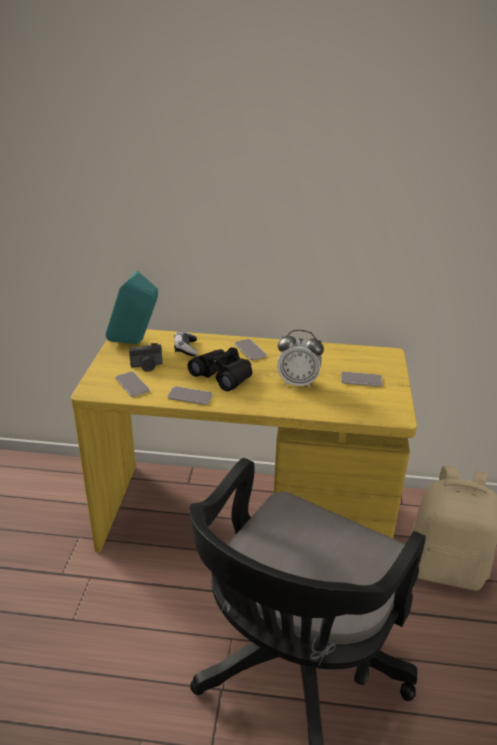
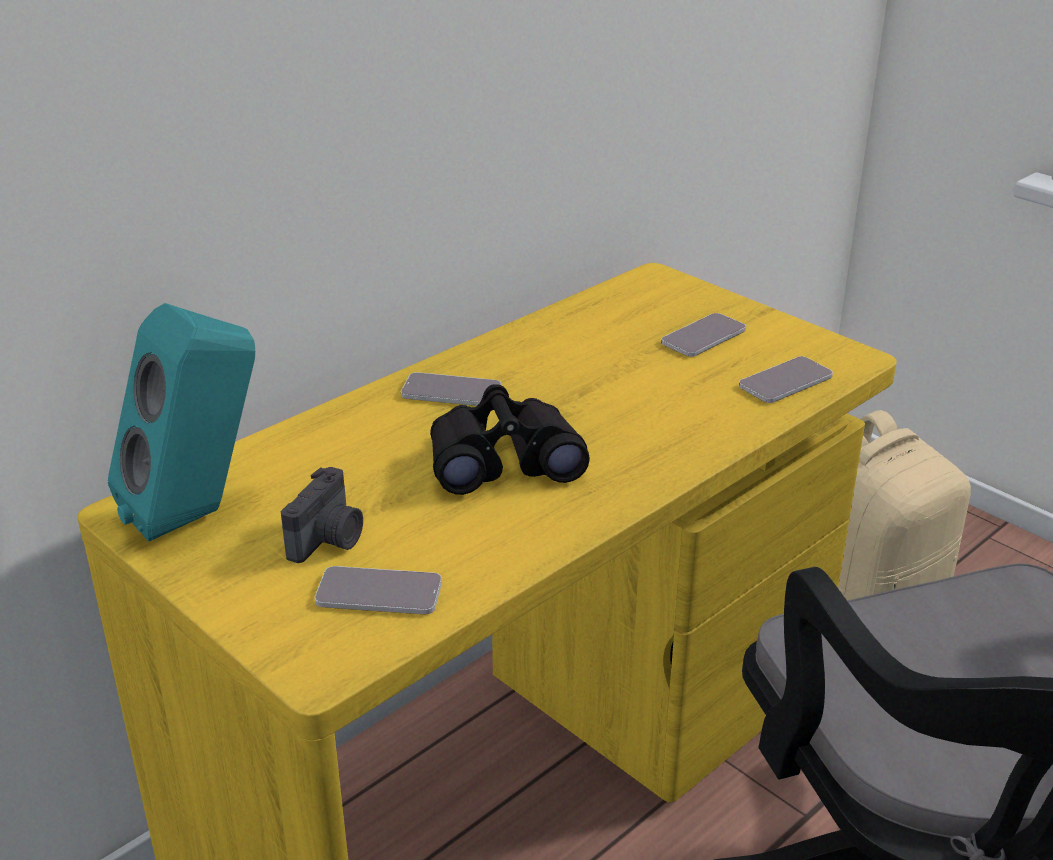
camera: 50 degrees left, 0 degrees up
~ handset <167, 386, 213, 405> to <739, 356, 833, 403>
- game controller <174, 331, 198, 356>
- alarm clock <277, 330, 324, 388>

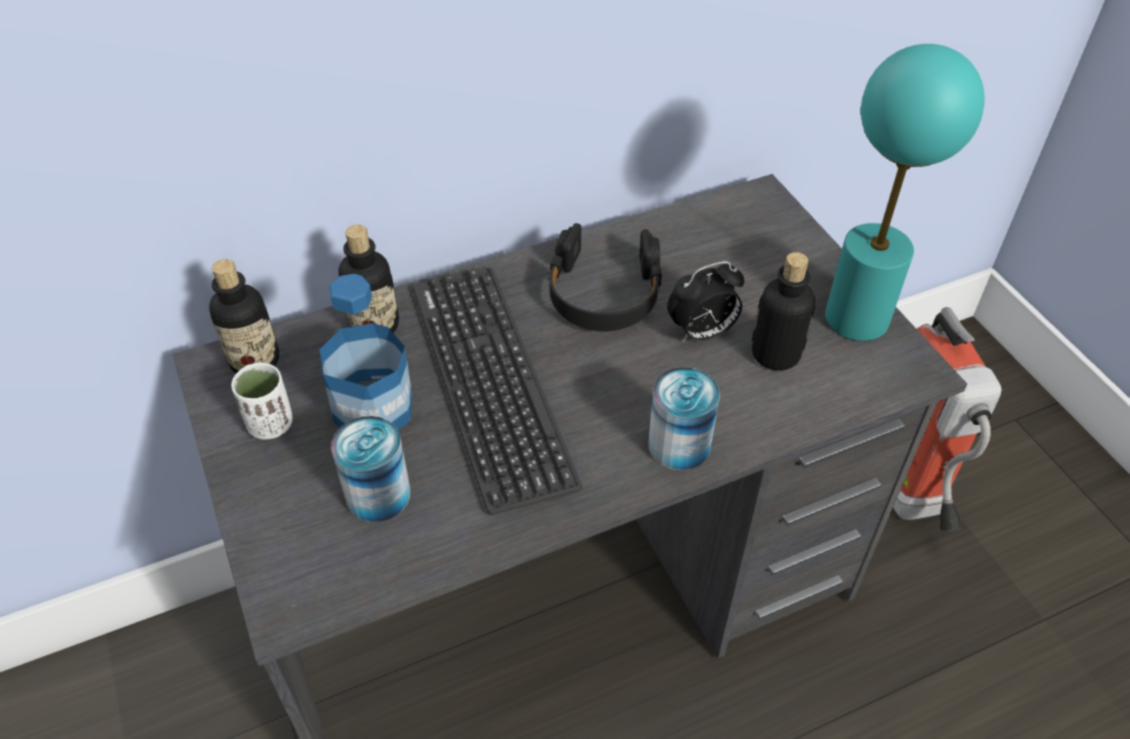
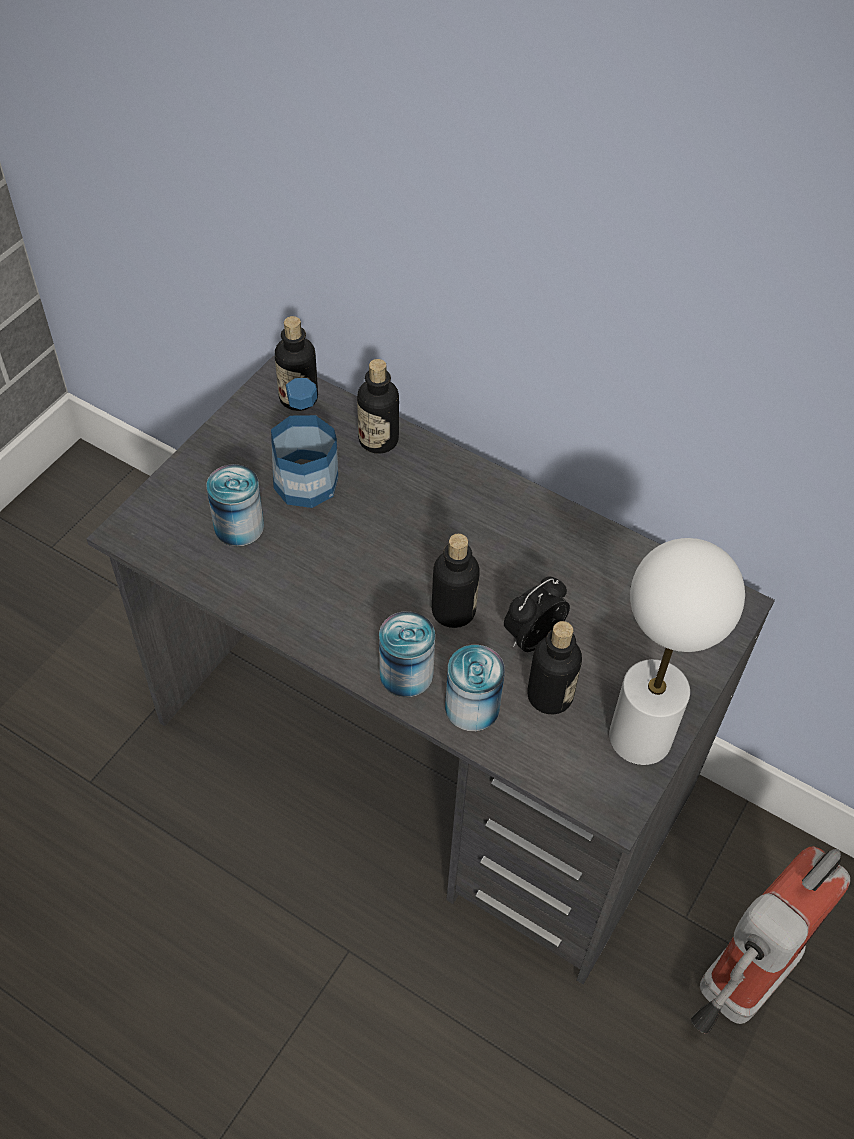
camera: 55 degrees right, 5 degrees up
- whitish small cup <231, 363, 293, 440>
- keyboard <413, 267, 582, 515>
- blackish headphones <548, 223, 662, 332>
~ alarm clock <667, 261, 745, 342> = <504, 577, 570, 652> 105 degrees clockwise
~ turquoise lamp for a table <825, 44, 985, 341> to whitish lamp for a table <609, 538, 745, 765>
+ beverage bottle <432, 534, 480, 628>
+ metal can <445, 645, 505, 731>

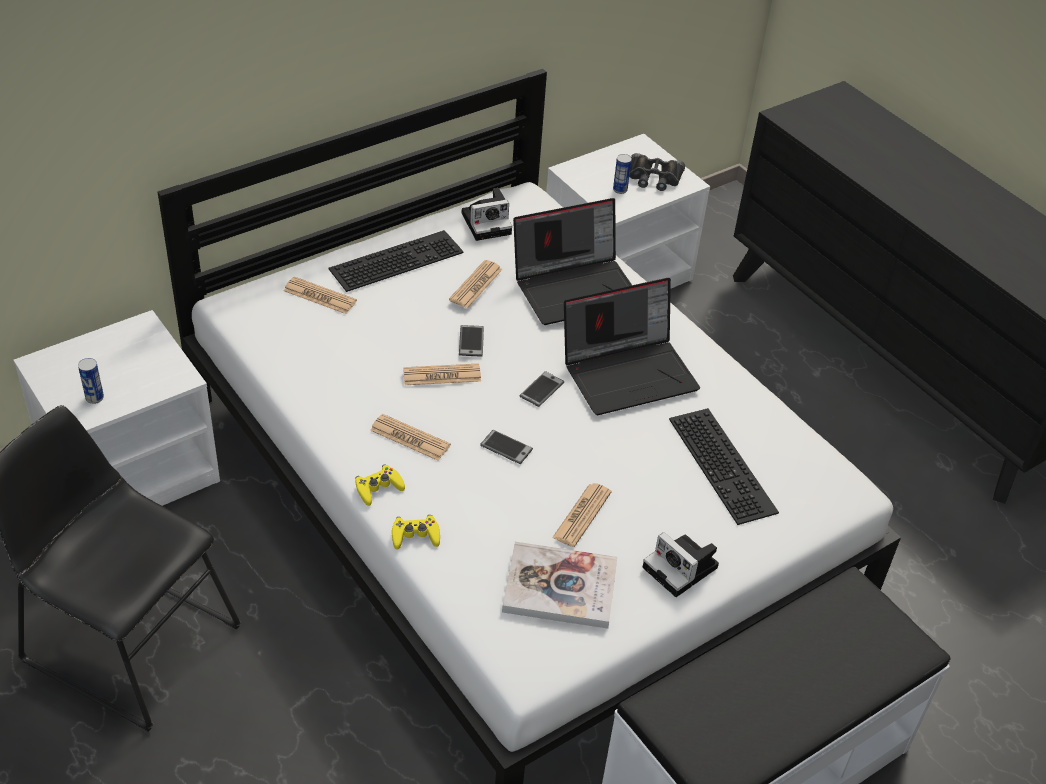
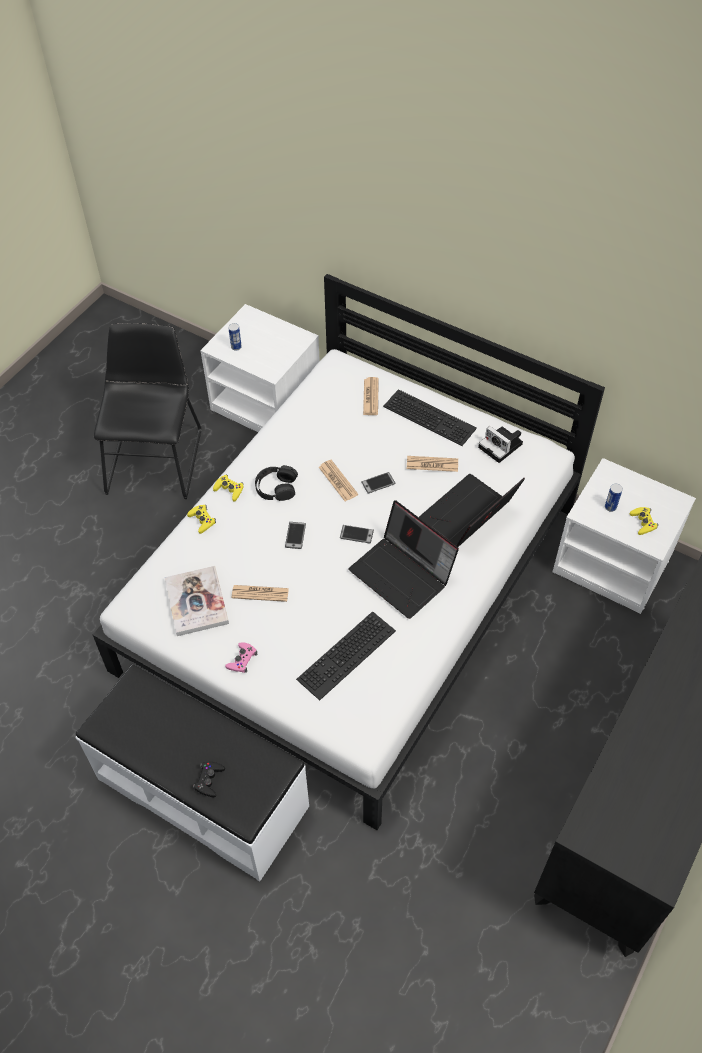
camera: 70 degrees right, 10 degrees up
~ daily paper <370, 414, 451, 461> to blackish headphones <255, 465, 298, 501>
~ portable computer <513, 198, 632, 325> = <419, 474, 525, 547> 90 degrees clockwise
~ blackish binoculars <629, 153, 685, 191> to yellow-coloured game controller <629, 507, 658, 535>
~ still camera <643, 532, 719, 597> to pink-coloured game controller <225, 642, 257, 673>
+ blackish game controller <193, 762, 225, 797>

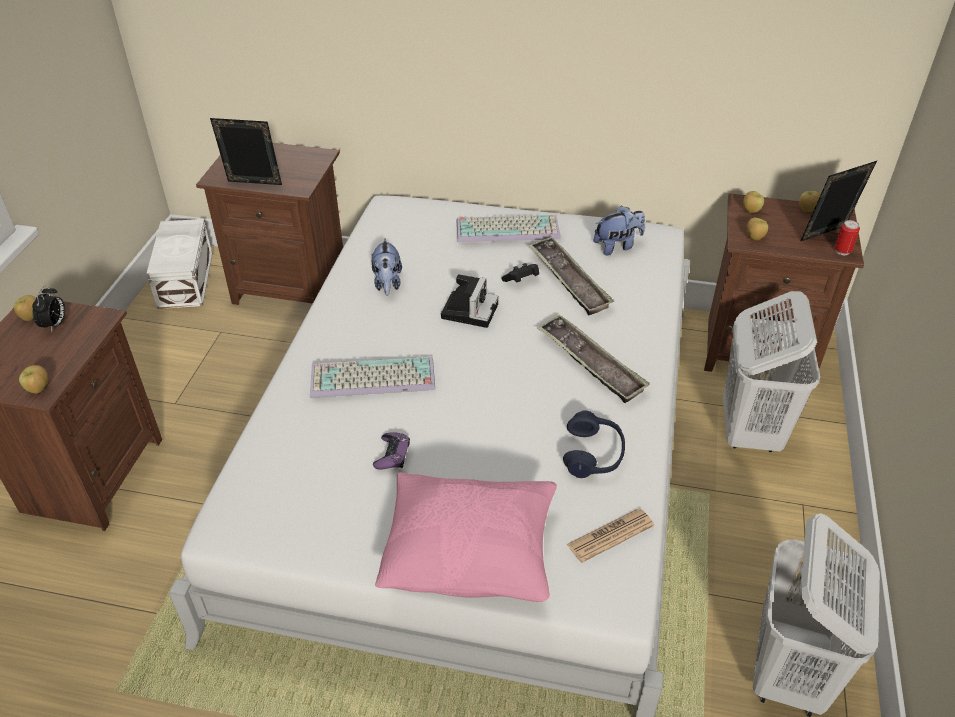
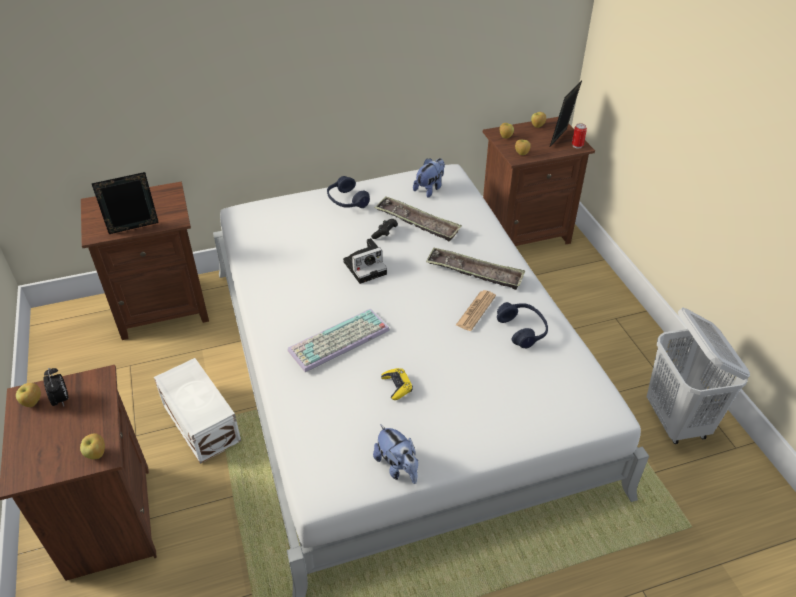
camera: 30 degrees left, 0 degrees up
~ whitish storage container <146, 219, 213, 309> to <154, 358, 241, 464>
~ cuddly toy <372, 238, 402, 296> to <373, 424, 418, 484>
~ purple game controller <373, 432, 410, 470> to yellow-coloured game controller <381, 368, 413, 400>
- pink-coloured pillow <375, 472, 557, 602>
~ still camera <441, 274, 498, 328> = <343, 238, 387, 284> 75 degrees clockwise
~ keyboard <457, 215, 561, 242> to blue headphones <327, 176, 370, 208>
~ daily paper <567, 509, 654, 563> to <456, 290, 496, 331>
- whitish laundry basket <723, 291, 820, 452>

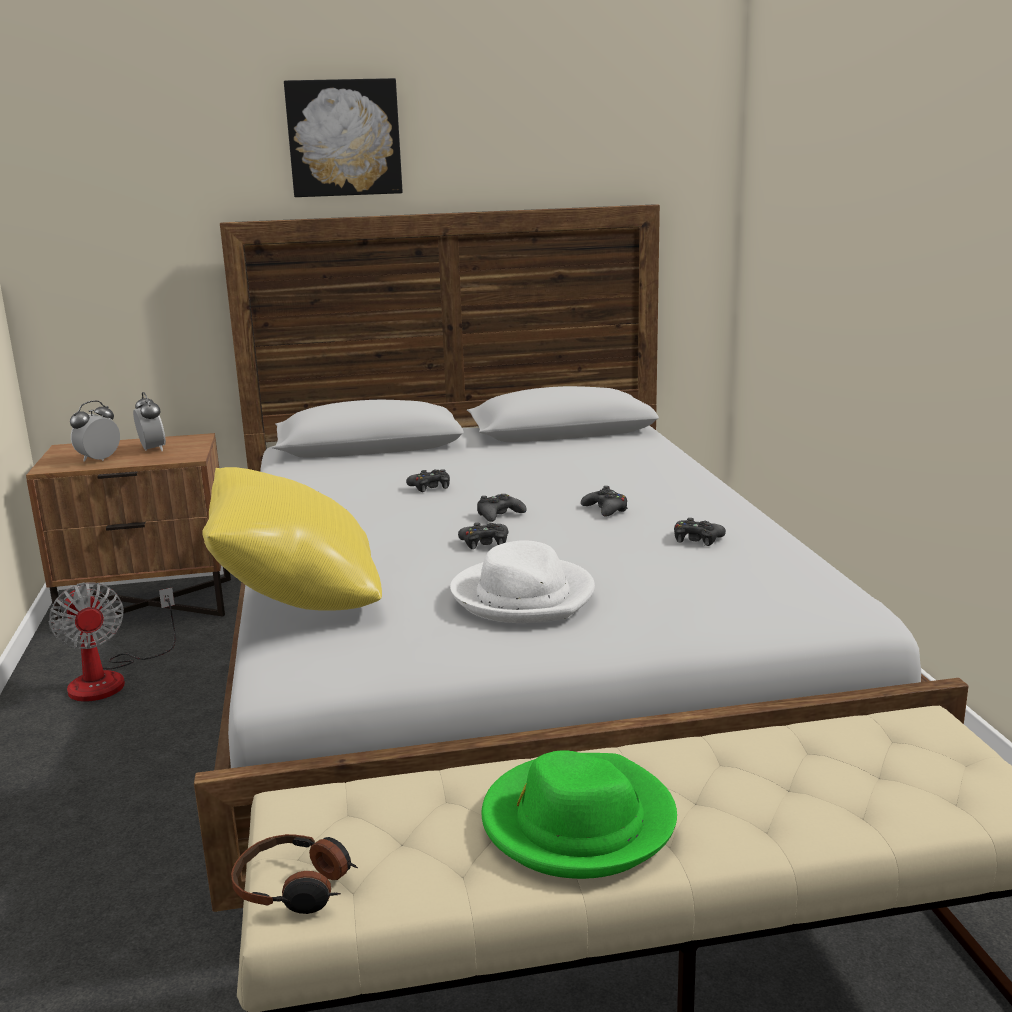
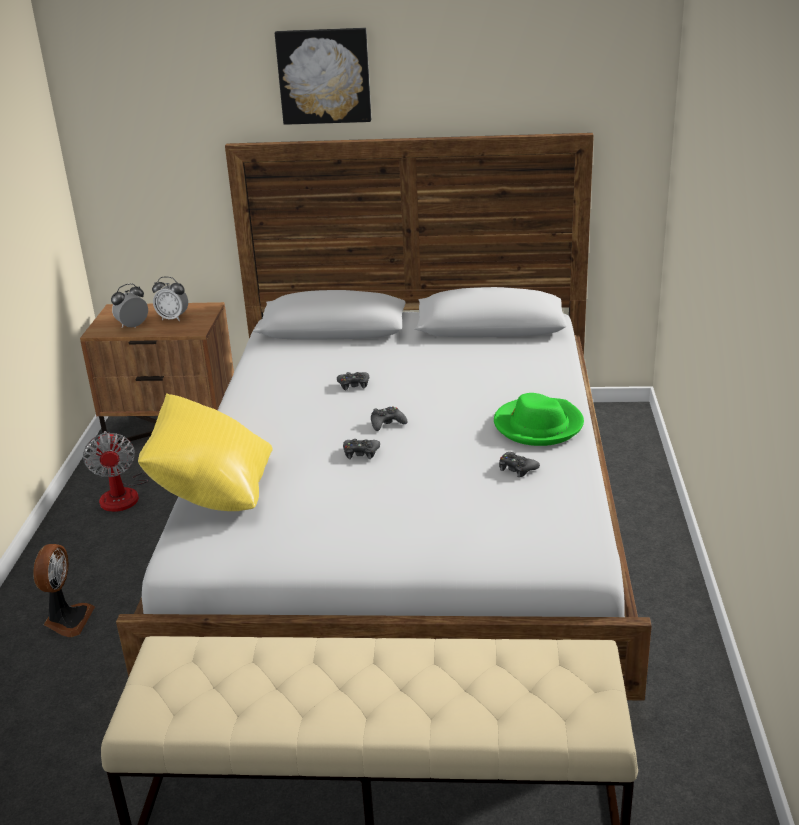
camera: 15 degrees right, 10 degrees up
~ alarm clock <133, 392, 166, 451> = <152, 276, 188, 321> 120 degrees clockwise
- headphones <231, 834, 358, 914>
- whitish clothing hat <450, 540, 595, 623>
~ green clothing hat <481, 750, 677, 879> to <494, 393, 584, 446>
- blackish game controller <581, 486, 628, 517>
+ electric fan <33, 544, 95, 637>

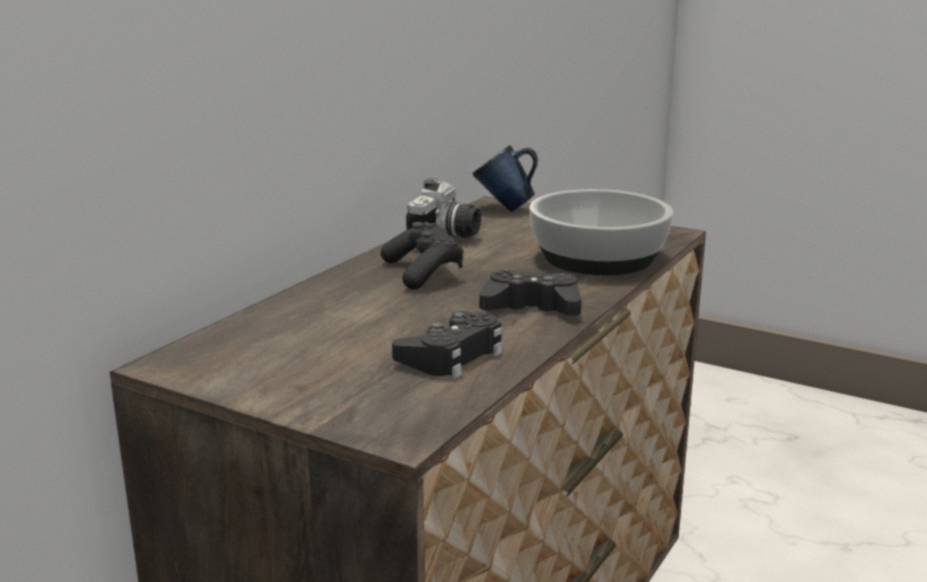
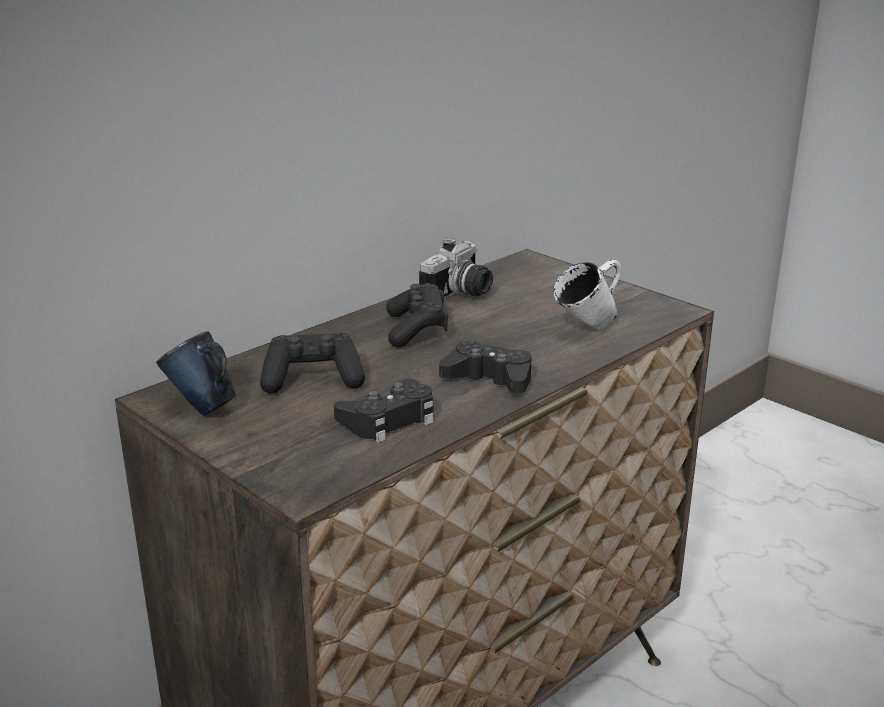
camera: 15 degrees right, 5 degrees up
~ blue mug <473, 145, 538, 212> to <156, 331, 236, 416>
~ serving bowl <529, 189, 673, 275> to whitish mug <553, 260, 622, 331>
+ blackish game controller <260, 332, 365, 394>

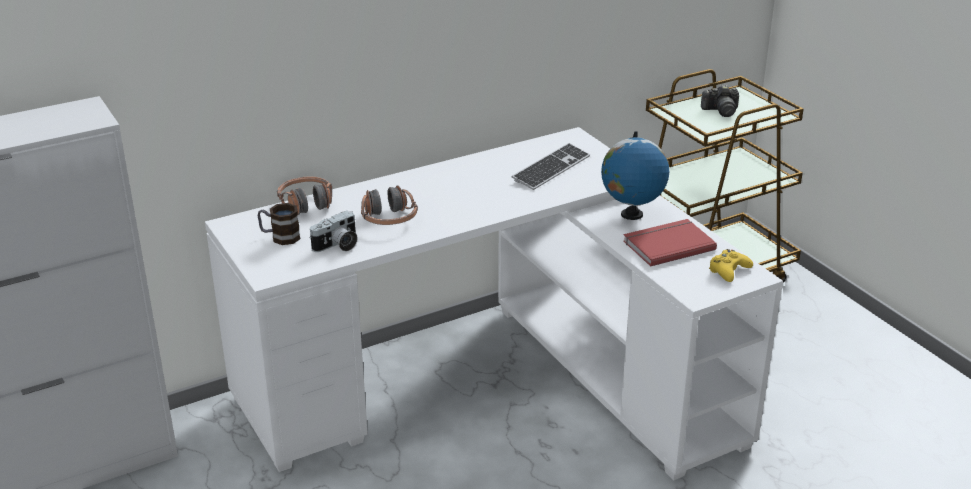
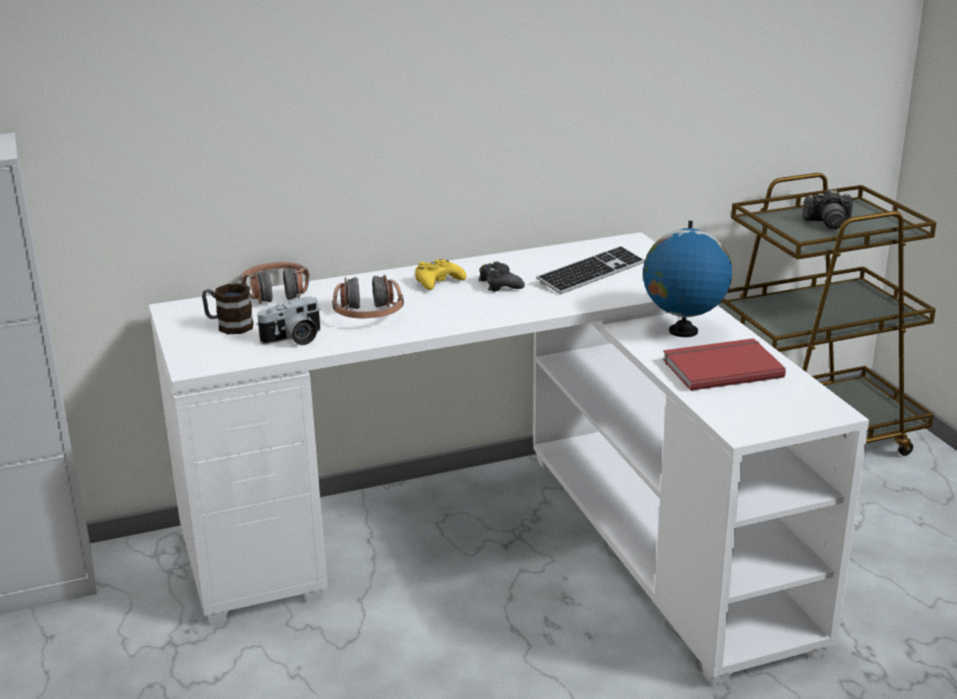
camera: 10 degrees right, 5 degrees down
~ yellow-coloured game controller <709, 249, 753, 282> to <415, 259, 467, 290>
+ blackish game controller <479, 261, 525, 292>

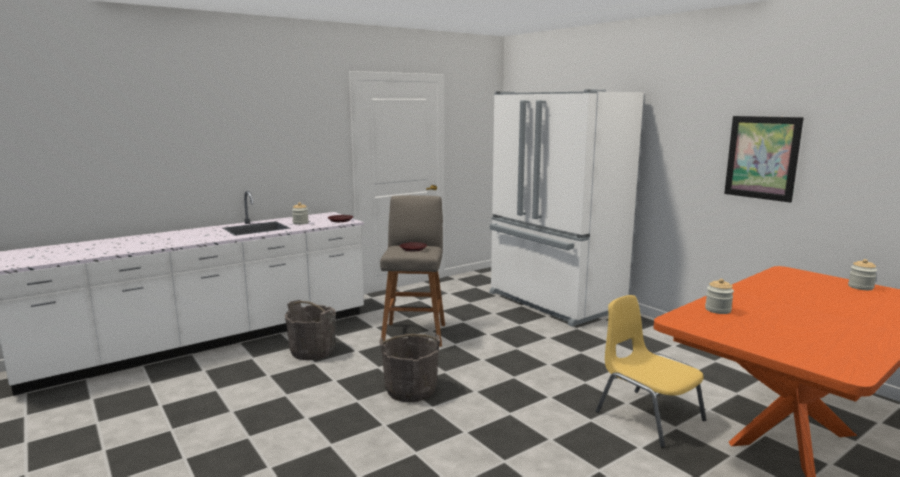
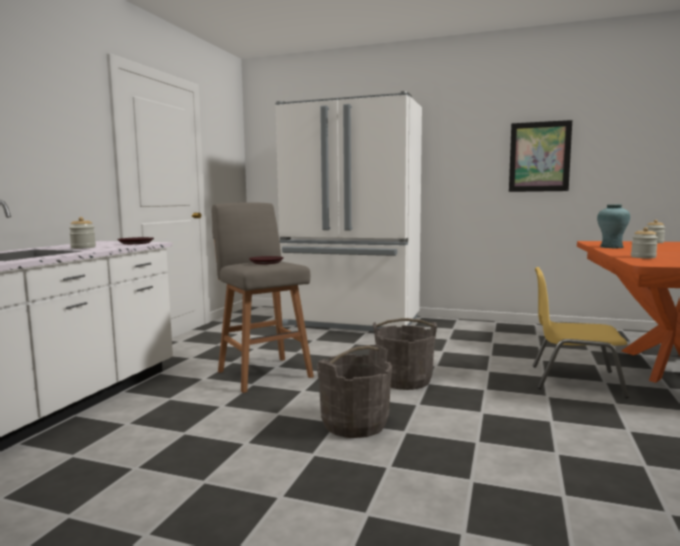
camera: 35 degrees left, 5 degrees down
~ grey bucket <285, 300, 336, 360> to <373, 318, 437, 390>
+ turquoise flower vase <597, 204, 630, 248>

